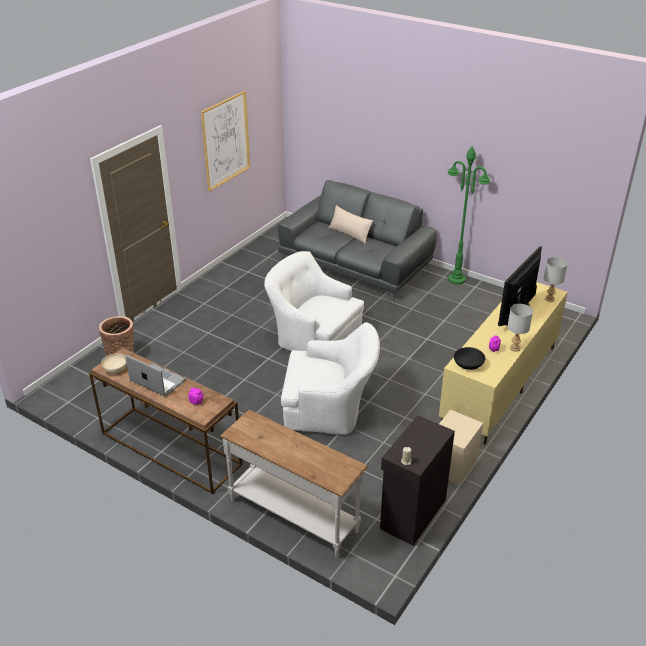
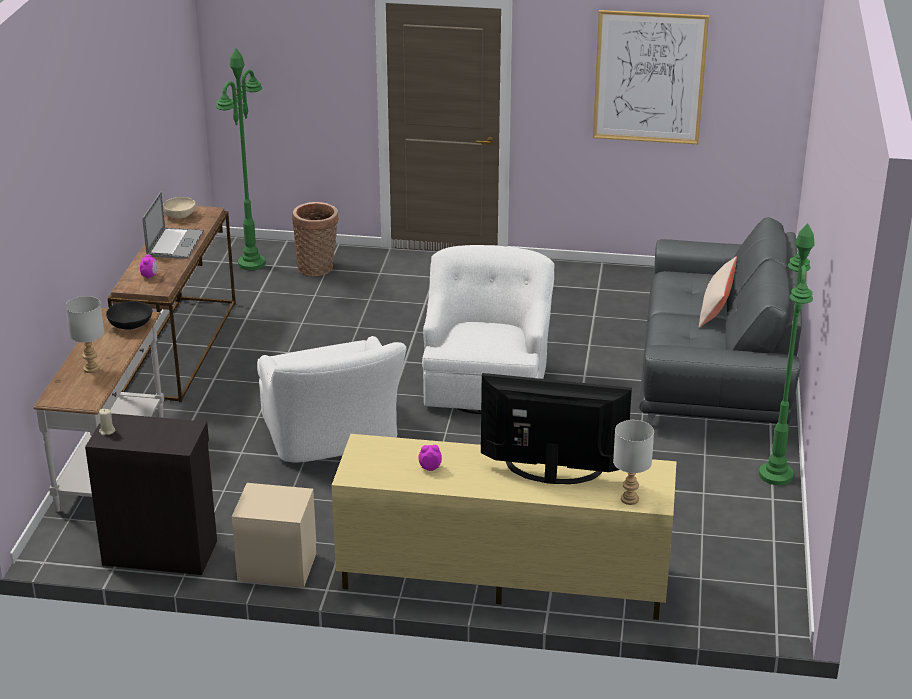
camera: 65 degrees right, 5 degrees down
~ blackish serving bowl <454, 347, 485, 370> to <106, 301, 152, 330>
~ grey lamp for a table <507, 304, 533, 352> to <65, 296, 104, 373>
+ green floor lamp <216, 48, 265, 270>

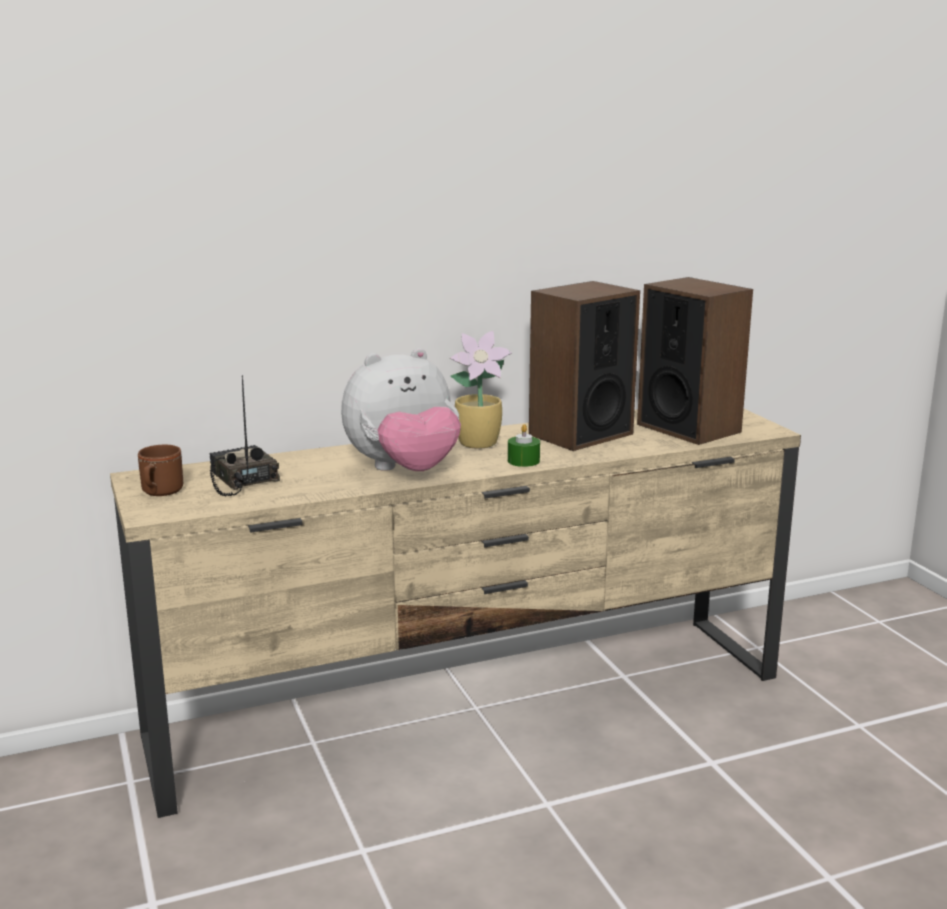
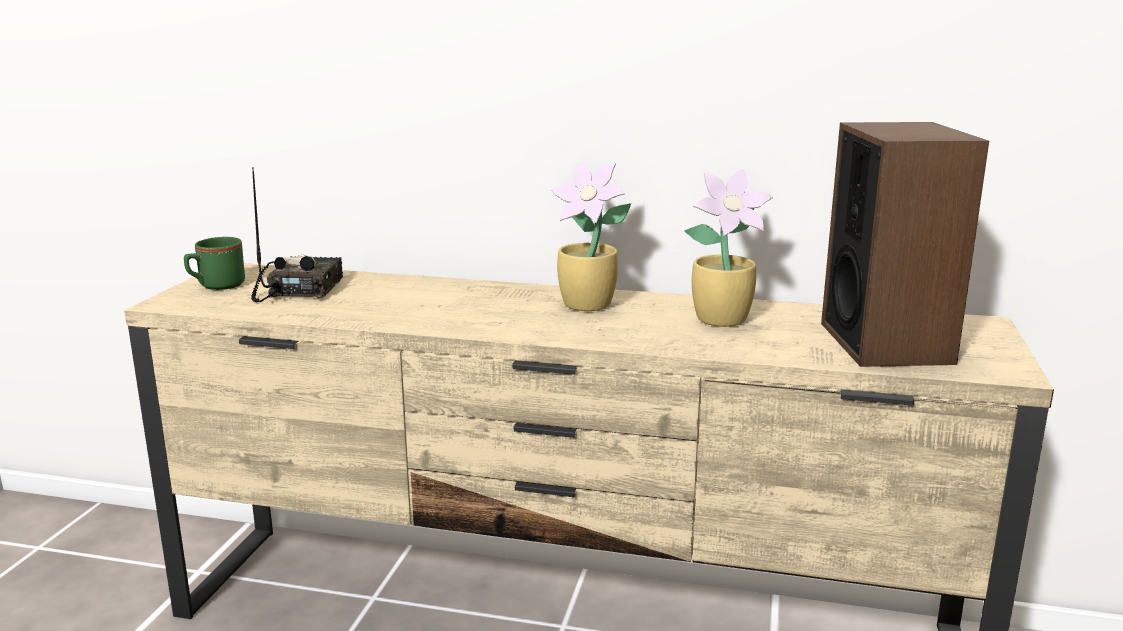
camera: 35 degrees right, 0 degrees up
~ brown mug <138, 445, 183, 496> to green mug <184, 237, 245, 290>
- cuddly toy <341, 348, 461, 471>
- green wax light <508, 424, 540, 467>
~ audio speaker <529, 281, 640, 451> to plant in a pot <684, 169, 773, 327>

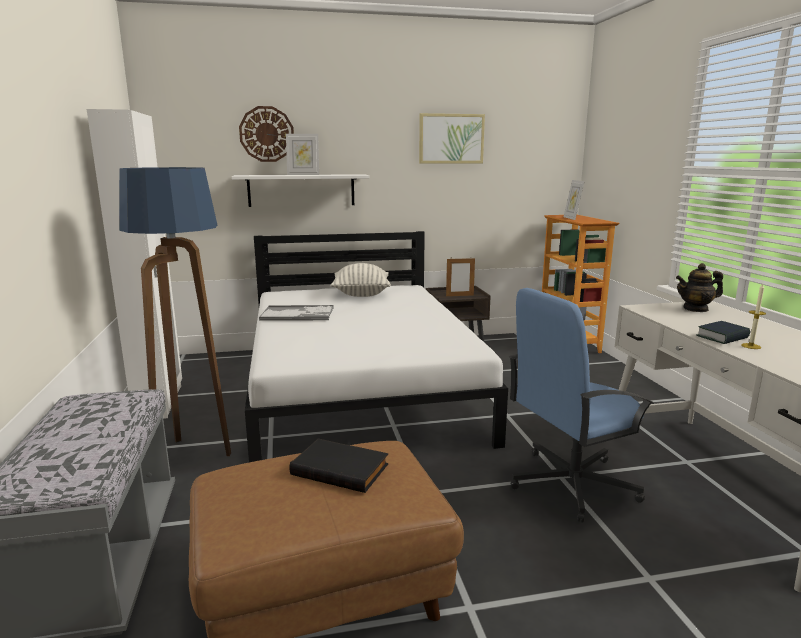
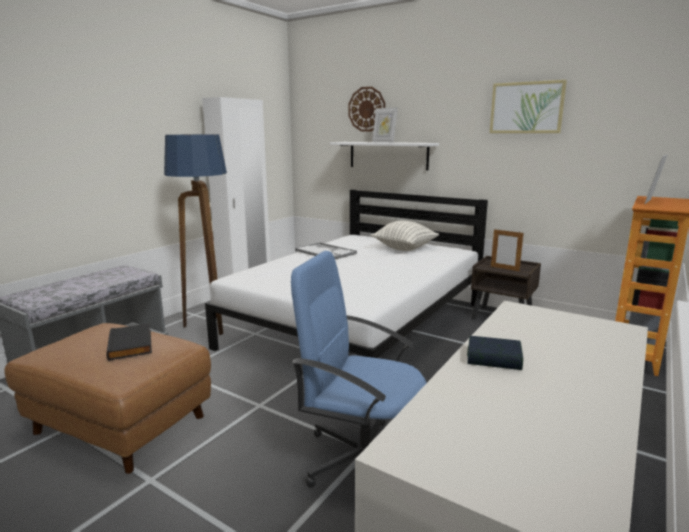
camera: 45 degrees right, 0 degrees up
- tea pot <676, 263, 723, 312>
- wax light <741, 284, 766, 349>

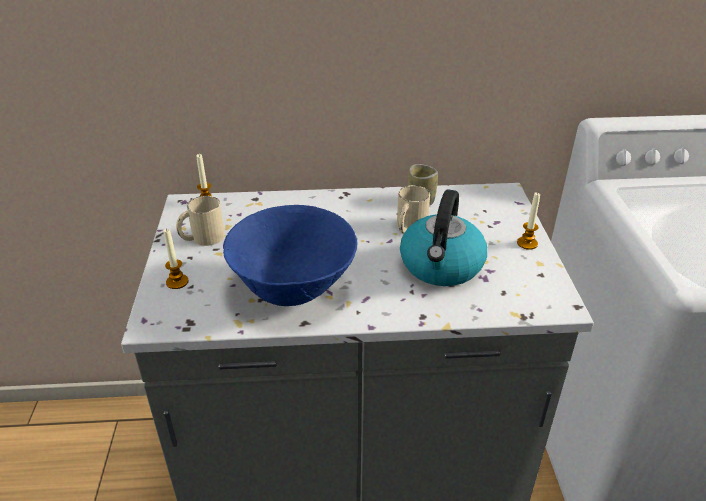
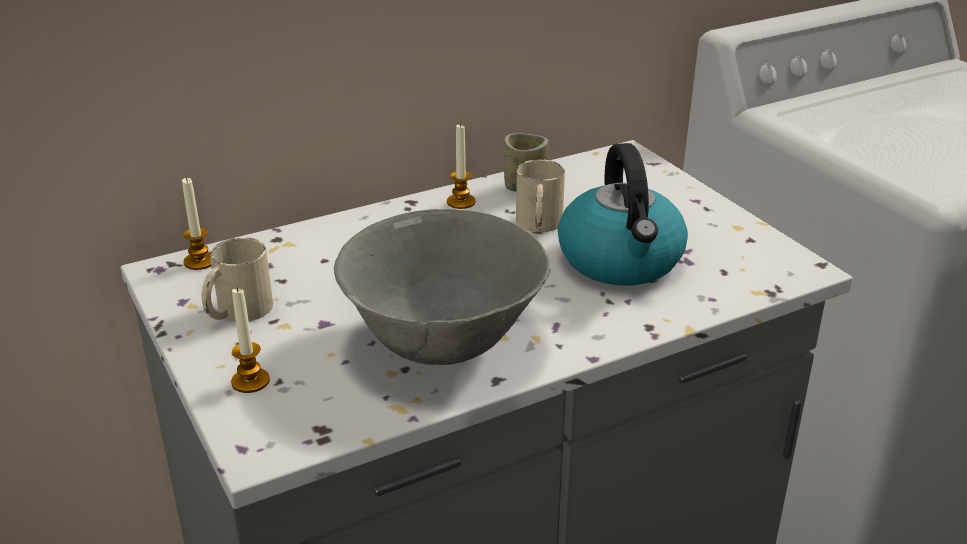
camera: 25 degrees left, 5 degrees down
~ blue serving bowl <223, 205, 358, 306> to grey serving bowl <334, 209, 551, 365>
~ wax light <517, 192, 540, 250> to <447, 123, 475, 209>

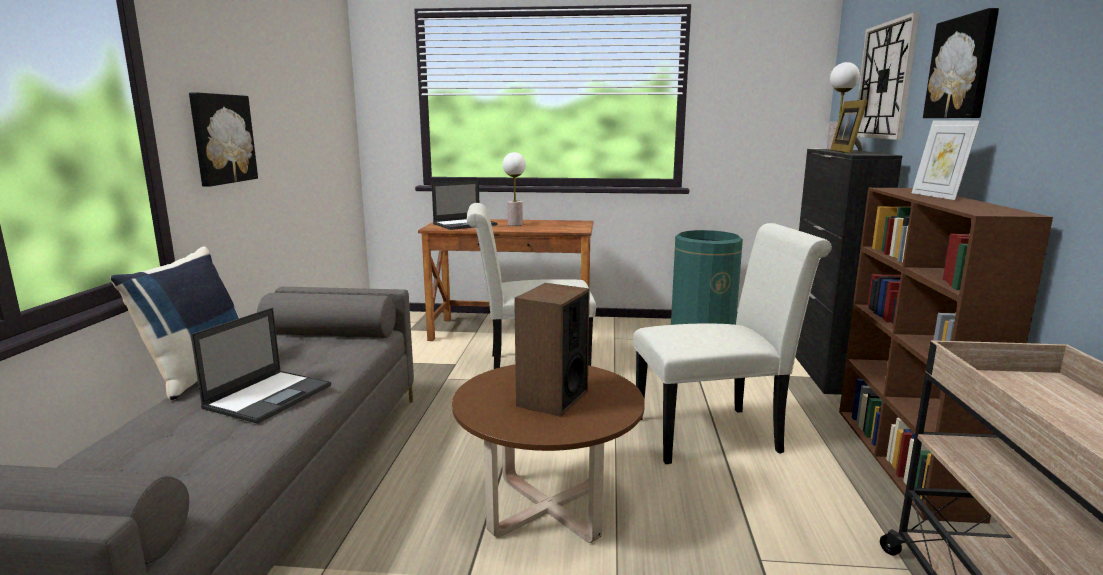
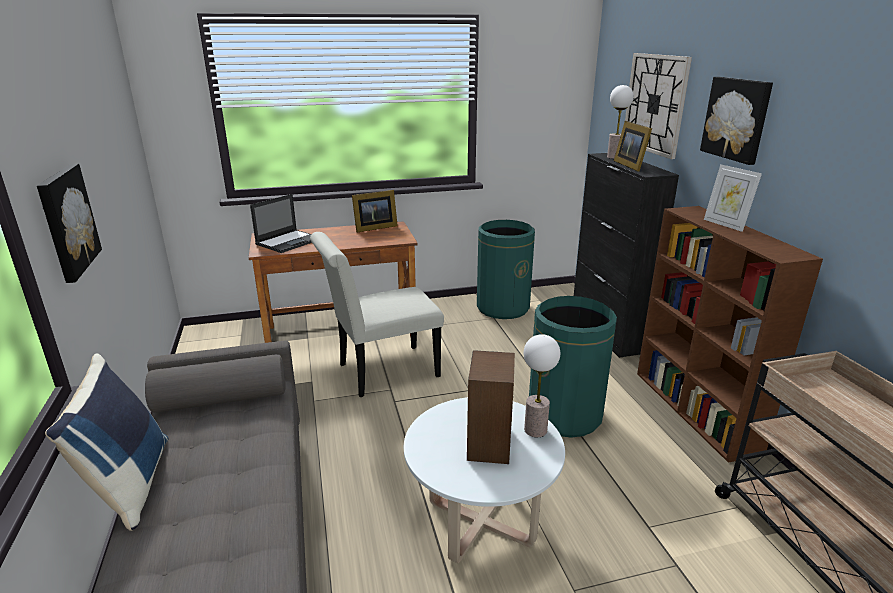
camera: 20 degrees left, 10 degrees up
- portable computer <190, 308, 331, 424>
~ brown lounge table <452, 364, 645, 543> to whitish lounge table <404, 397, 565, 563>
~ lamp for a table <503, 152, 526, 226> to <523, 334, 560, 437>
~ whitish upright chair <633, 223, 832, 464> to green trash can <529, 296, 617, 438>
+ standing frame <352, 190, 398, 232>

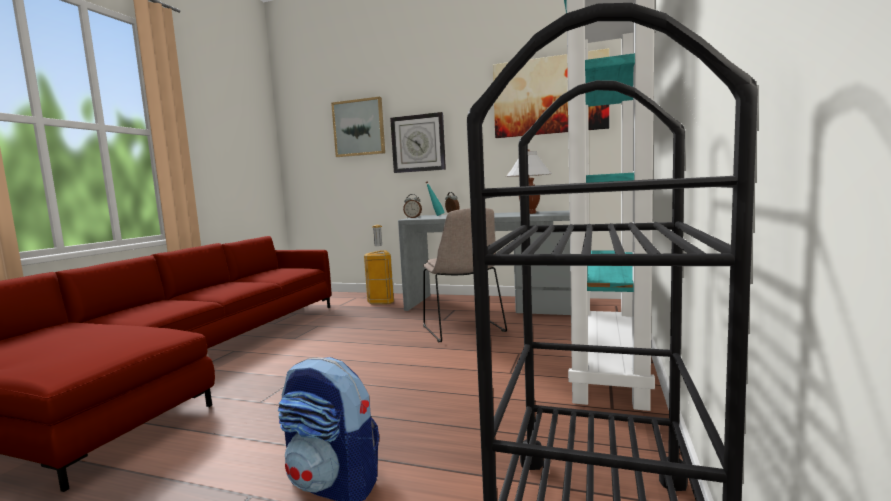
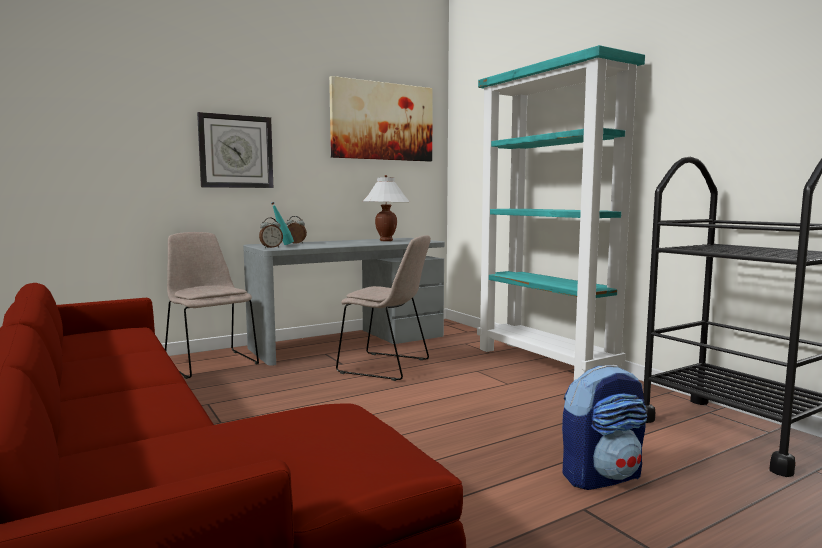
camera: 50 degrees left, 0 degrees up
- picture <331, 96, 385, 157>
~ trash can <364, 225, 394, 305> to beige upright chair <165, 232, 259, 379>

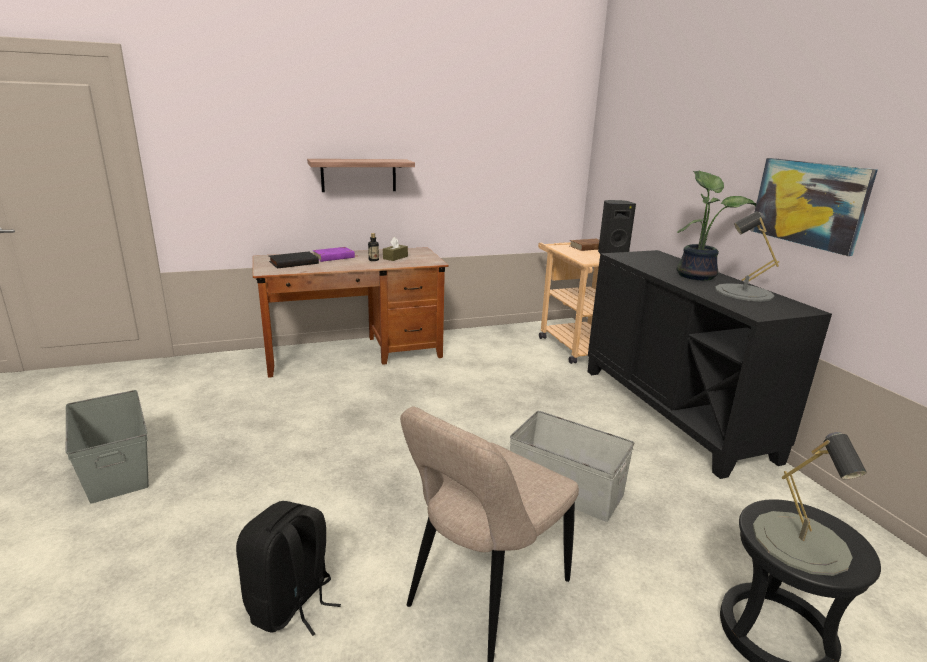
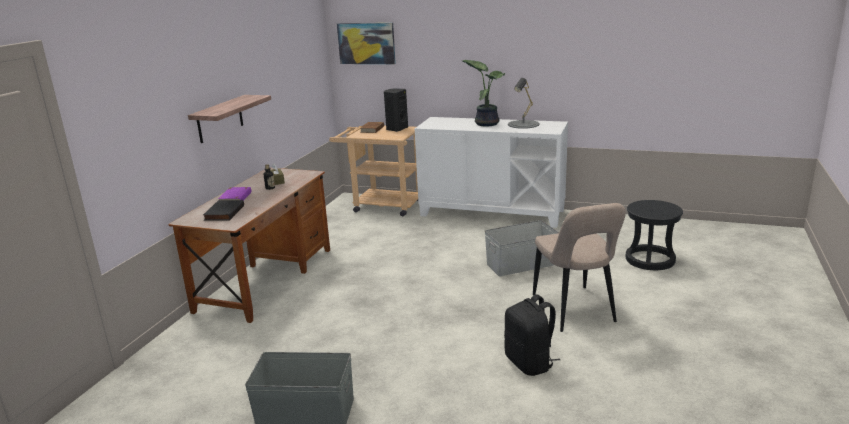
camera: 50 degrees left, 0 degrees up
~ blackish cupboard <588, 250, 832, 479> to whitish cupboard <415, 117, 568, 228>
~ picture <750, 158, 878, 256> to <337, 23, 396, 64>
- grey lamp for a table <753, 432, 867, 576>

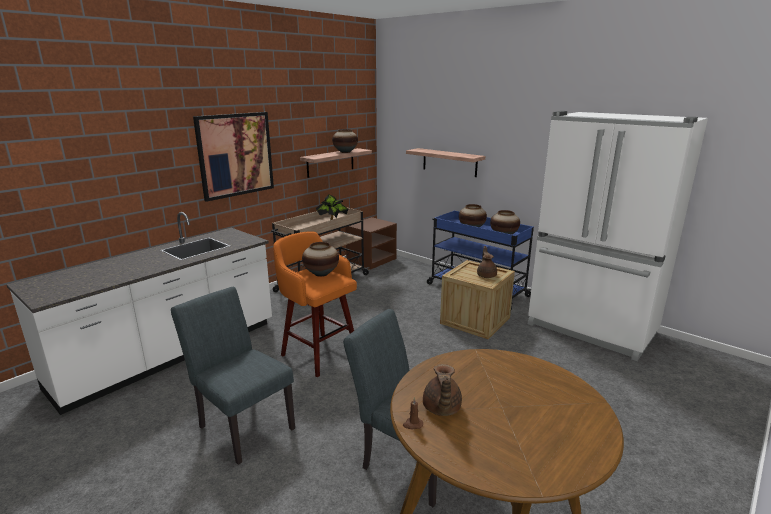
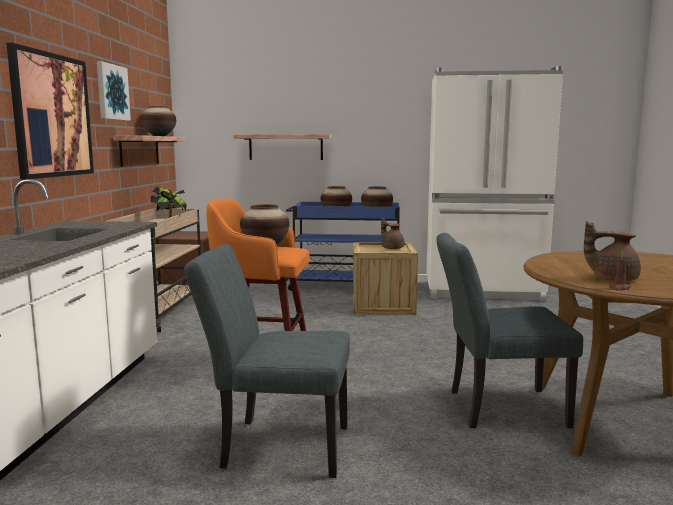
camera: 35 degrees left, 10 degrees down
~ brown tea pot <423, 364, 462, 416> = <584, 221, 641, 281> 135 degrees clockwise
+ picture <97, 61, 131, 121>

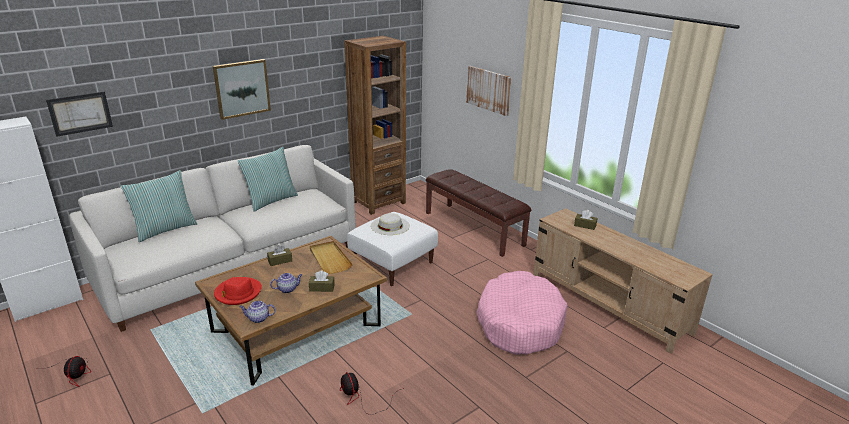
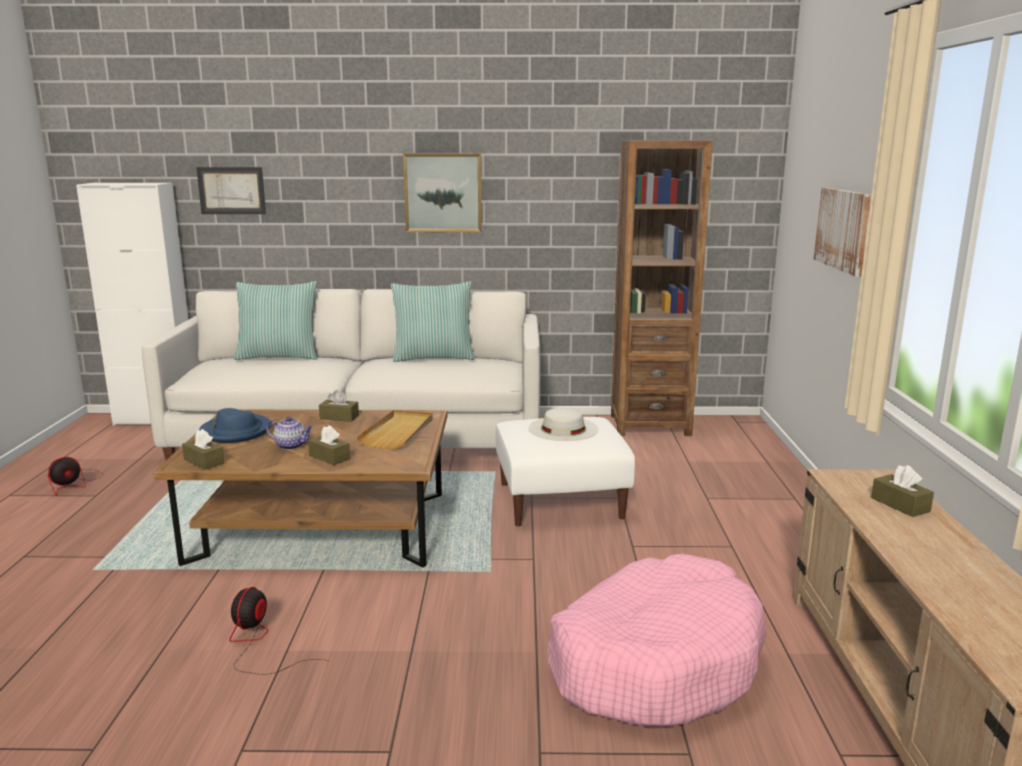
camera: 40 degrees right, 10 degrees down
~ red-coloured clothing hat <214, 277, 262, 305> to blue clothing hat <199, 408, 272, 443>
~ tea pot <239, 301, 276, 323> to brown tissue box <182, 429, 224, 470>
- brown long seat <426, 169, 532, 257>

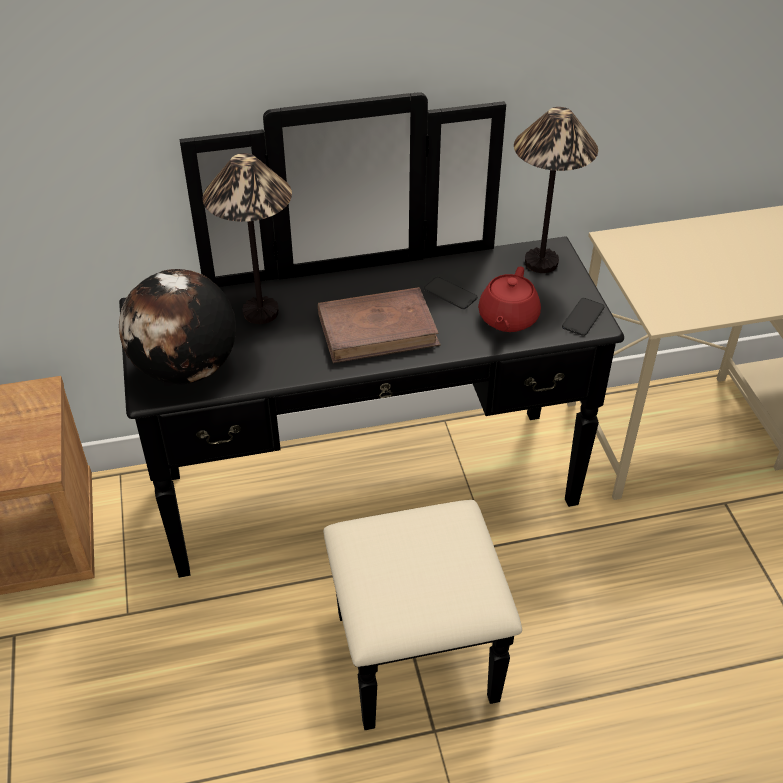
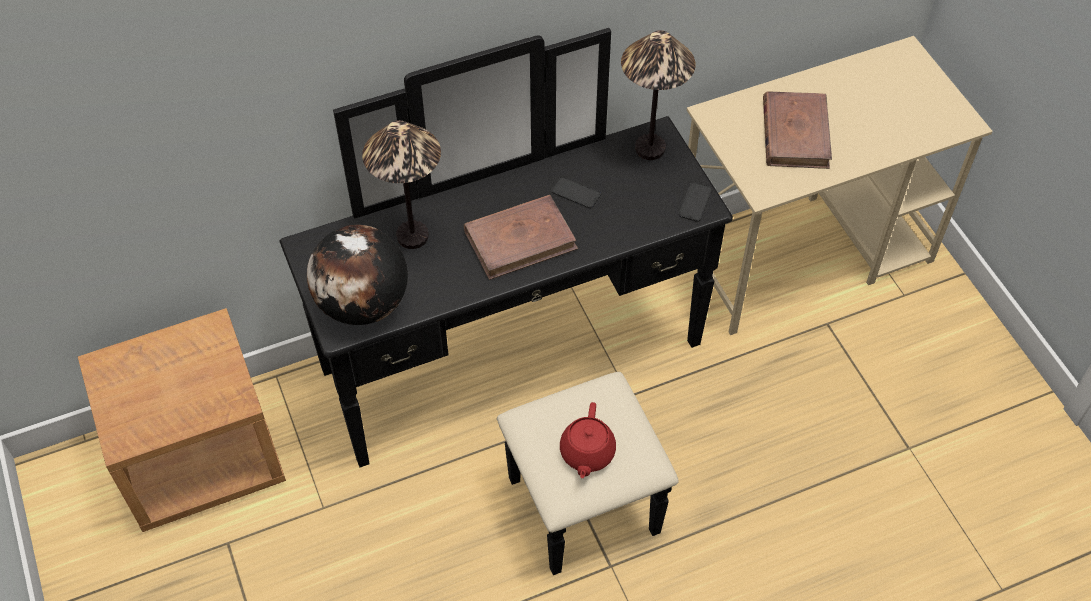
camera: 10 degrees left, 10 degrees up
~ red-coloured tea pot <478, 267, 541, 332> to <560, 402, 616, 478>
+ brown bound book <763, 91, 832, 169>

